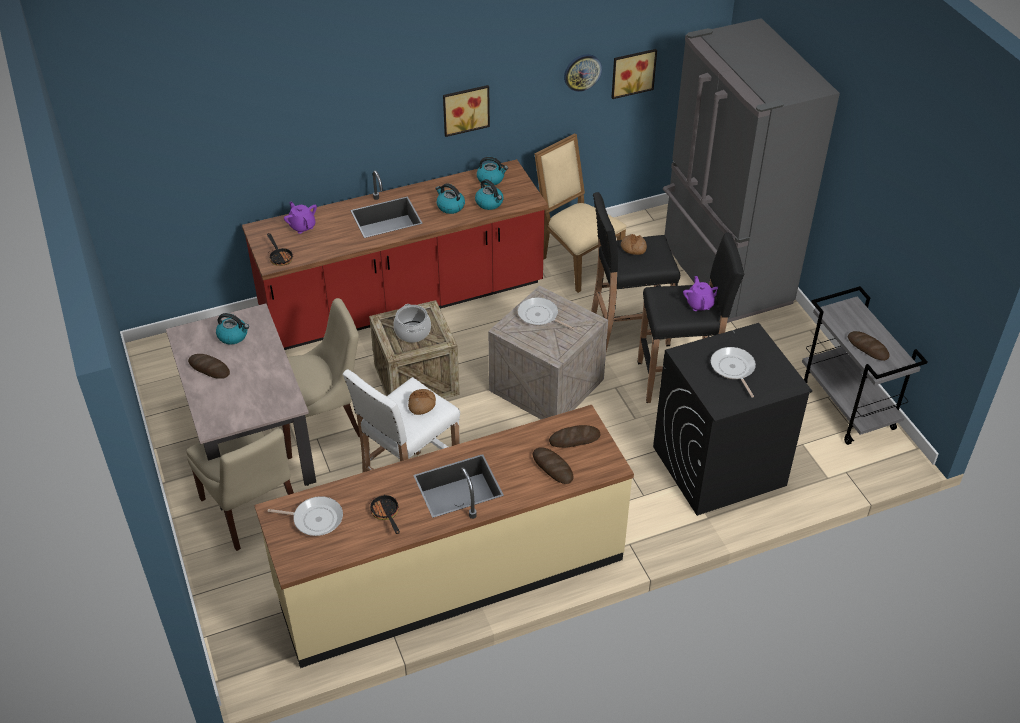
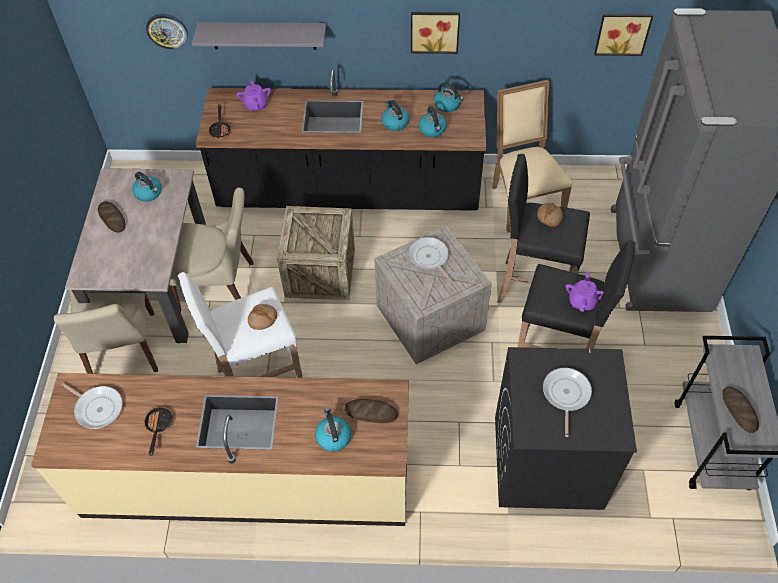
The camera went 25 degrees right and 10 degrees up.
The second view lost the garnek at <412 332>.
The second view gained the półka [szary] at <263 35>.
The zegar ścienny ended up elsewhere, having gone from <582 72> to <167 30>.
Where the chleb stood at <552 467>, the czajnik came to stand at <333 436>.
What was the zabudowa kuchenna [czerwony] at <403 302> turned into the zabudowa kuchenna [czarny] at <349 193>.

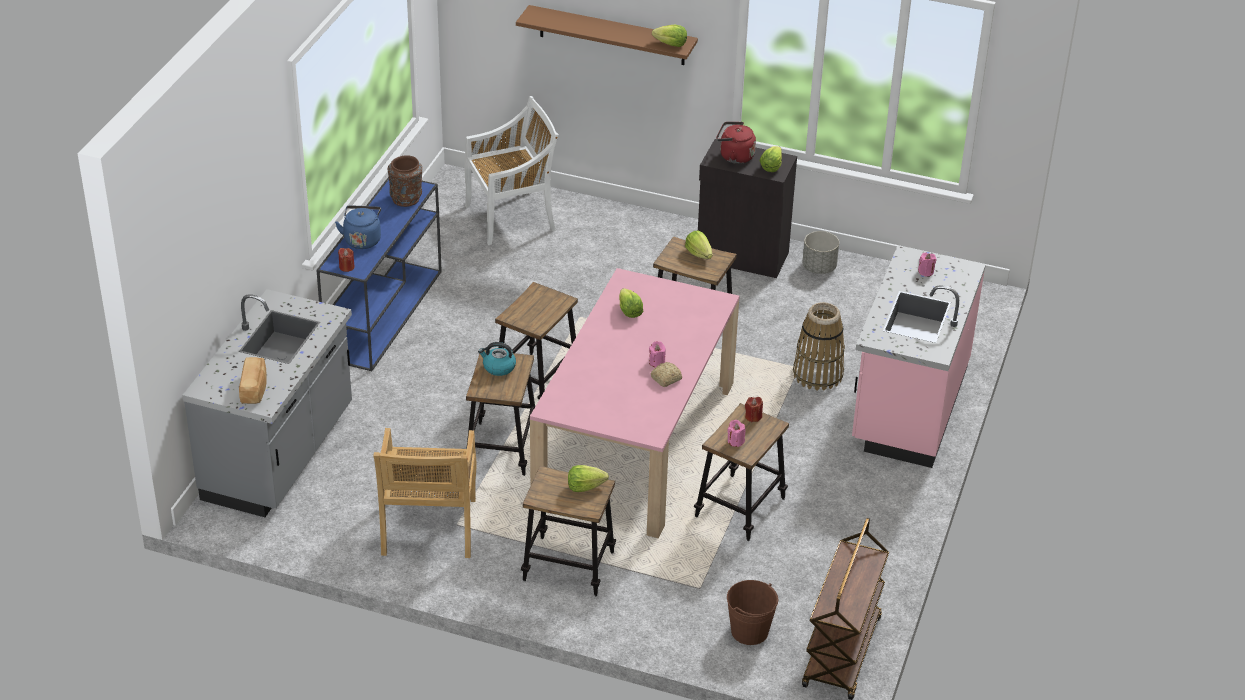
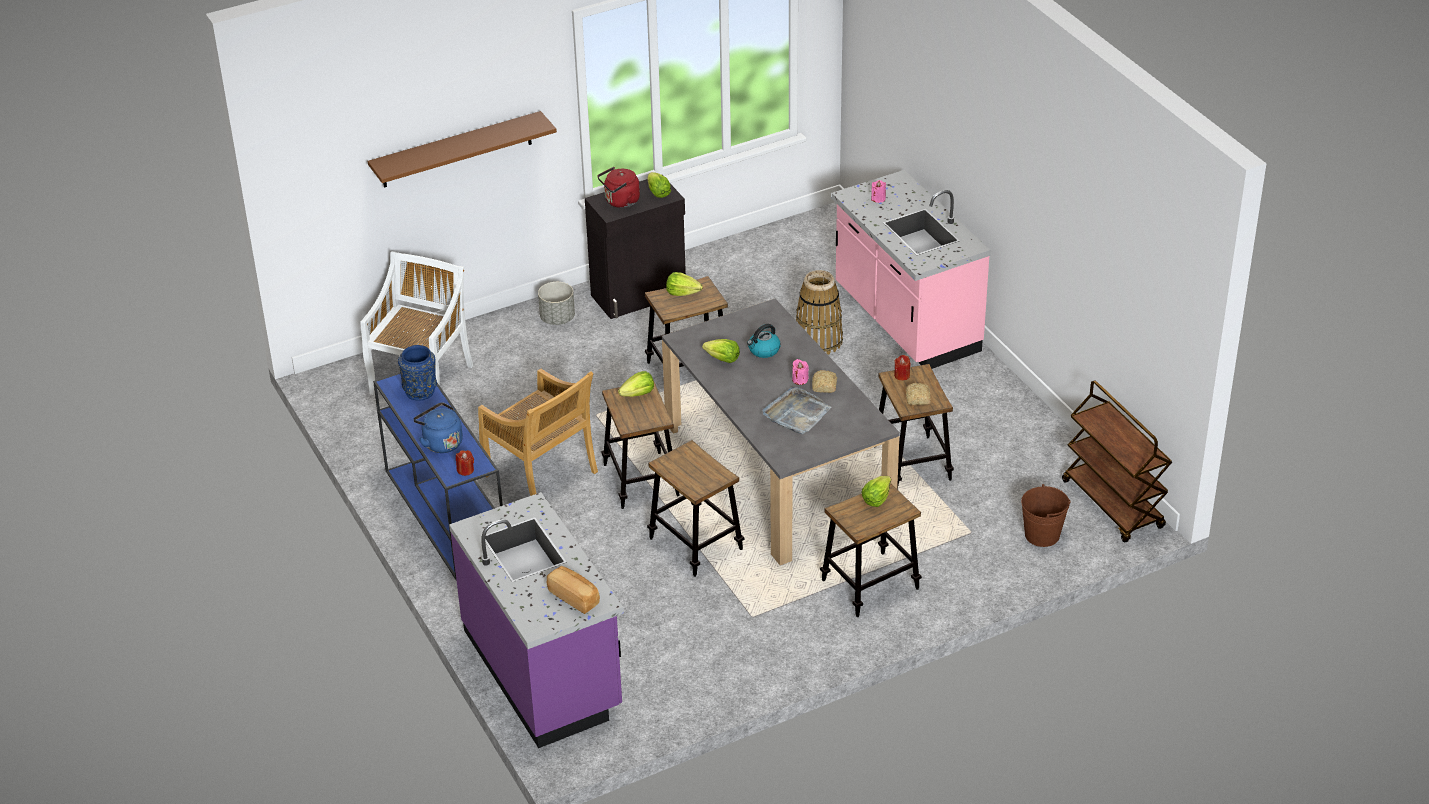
The camera went 45 degrees left and 0 degrees up.
The second view gained the taca [szary] at <796 414>.
The krzesło [beżowy] ended up elsewhere, having gone from <429 529> to <542 475>.
The czajnik ended up elsewhere, having gone from <498 367> to <763 350>.
The sałata ended up elsewhere, having gone from <670 44> to <638 394>.
The donica [szary] ended up elsewhere, having gone from <819 267> to <557 318>.
Where the świeca [różowy] stood at <735 441>, the chleb came to stand at <917 399>.
What was the zabudowa kuchenna [szary] at <280 455> turned into the zabudowa kuchenna [fioletowy] at <544 671>.
What was the wazon [brązowy] at <406 198> turned into the wazon [niebieski] at <420 390>.
What was the stół jadalny [różowy] at <634 443> turned into the stół jadalny [szary] at <777 472>.

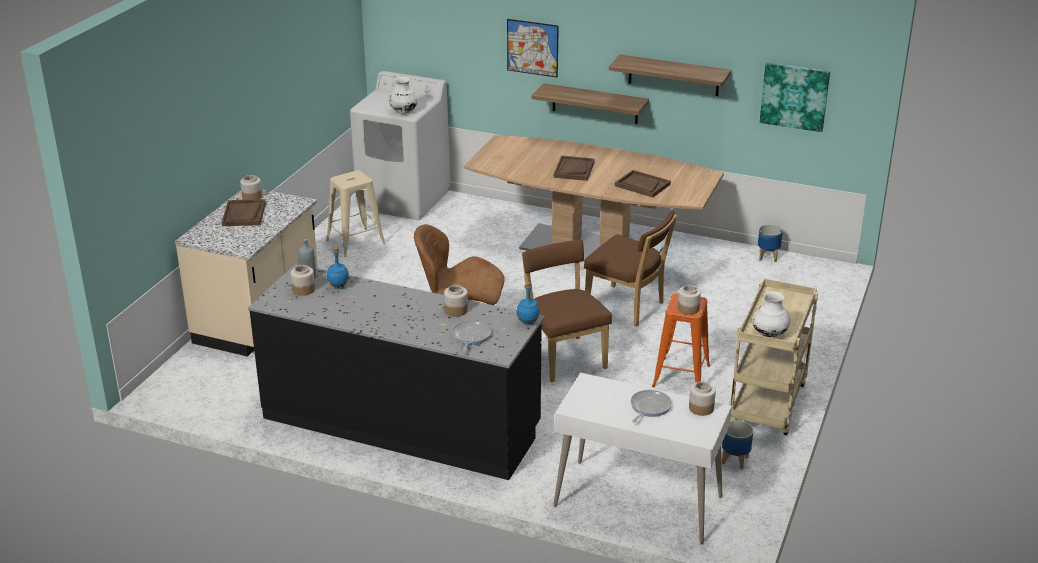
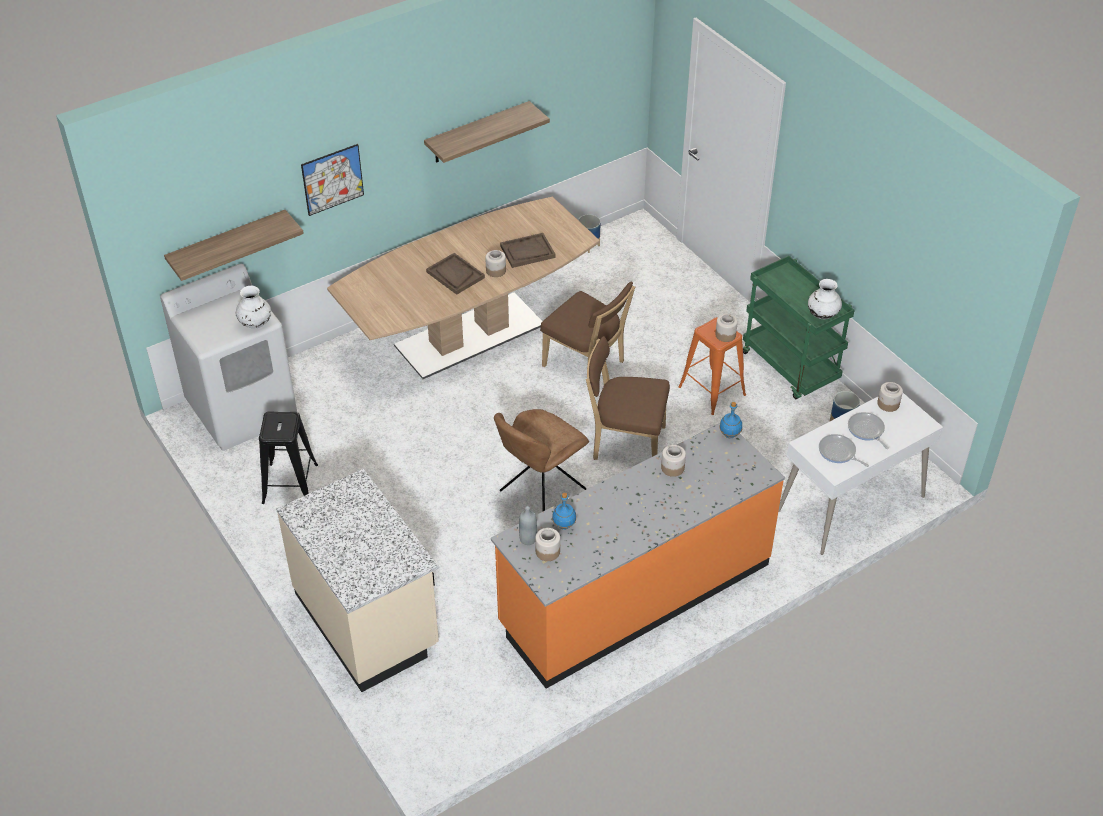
The camera went 55 degrees left and 15 degrees up.
The second view lost the taca [brązowy] at <244 214>.
The second view lost the obraz at <794 96>.
The słoik ended up elsewhere, having gone from <251 197> to <495 271>.
The patelnia ended up elsewhere, having gone from <470 337> to <838 452>.
The półka ended up elsewhere, having gone from <595 103> to <228 244>.
What was the zabudowa kuchenna [czarny] at <401 423> turned into the zabudowa kuchenna [pomarańczowy] at <634 594>.
What was the stołek [beżowy] at <355 242> turned into the stołek [czarny] at <290 484>.
What was the wózek [beżowy] at <768 406> turned into the wózek [zielony] at <791 368>.
The krzesło [brązowy] at <627 308> ended up facing another way, 60 degrees clockwise from before.

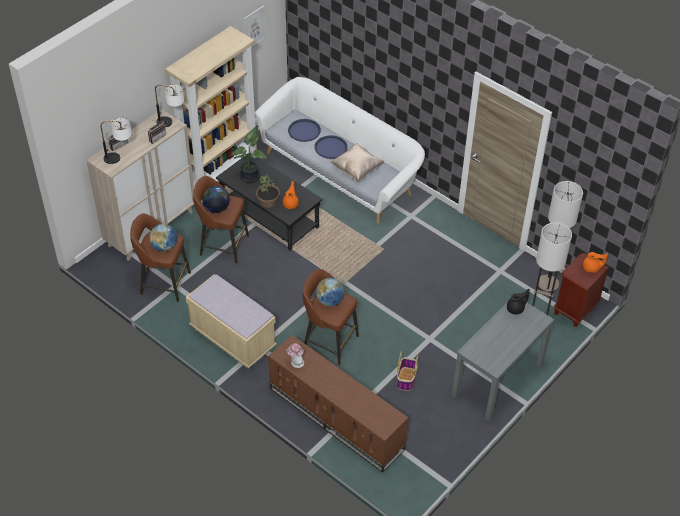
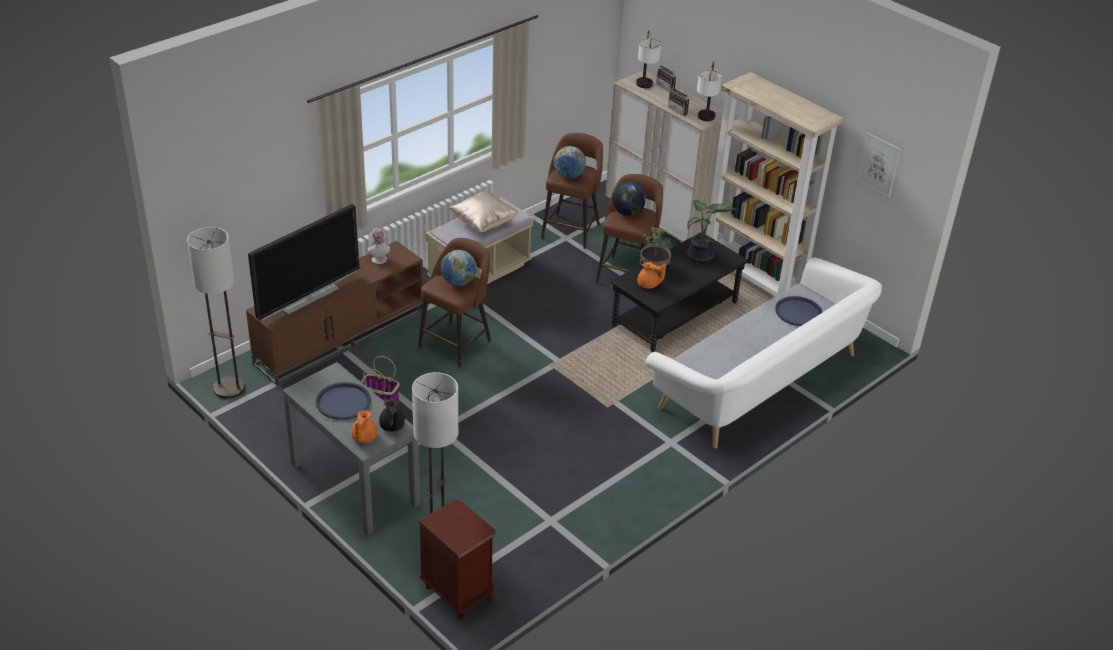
The camera went 95 degrees right and 10 degrees down.
The second view gained the telewizor at <307 297>.
The taca [niebieski] ended up elsewhere, having gone from <330 147> to <343 402>.
The poduszka [beżowy] ended up elsewhere, having gone from <356 170> to <483 223>.
The lampa stojąca ended up elsewhere, having gone from <548 284> to <229 388>.
The imbryk [pomarańczowy] ended up elsewhere, having gone from <592 268> to <363 437>.

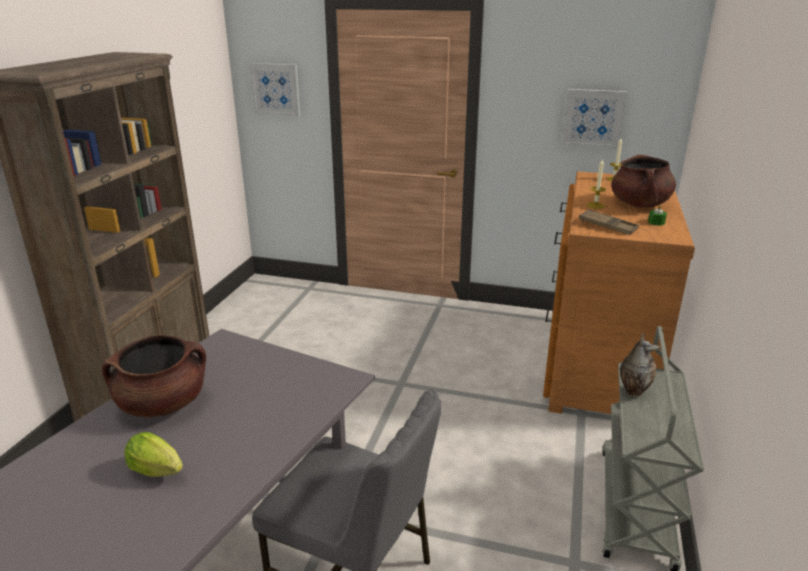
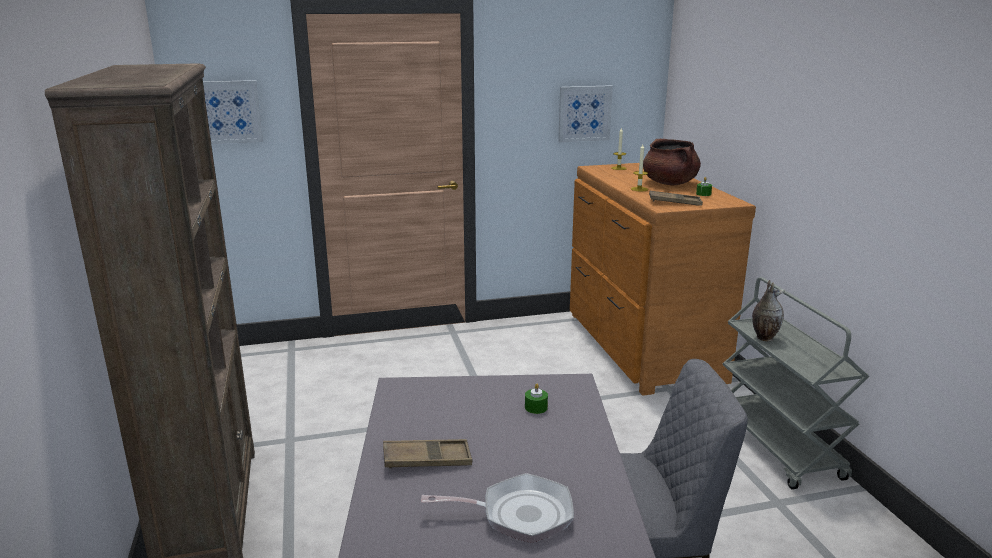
The camera went 30 degrees left and 5 degrees down.
The second view gained the świeca [zielony] at <536 407>.
Where the garnek [brązowy] stood at <163 404>, the taca [brązowy] came to stand at <427 459>.
Where the sałata stood at <159 472>, the patelnia came to stand at <519 514>.

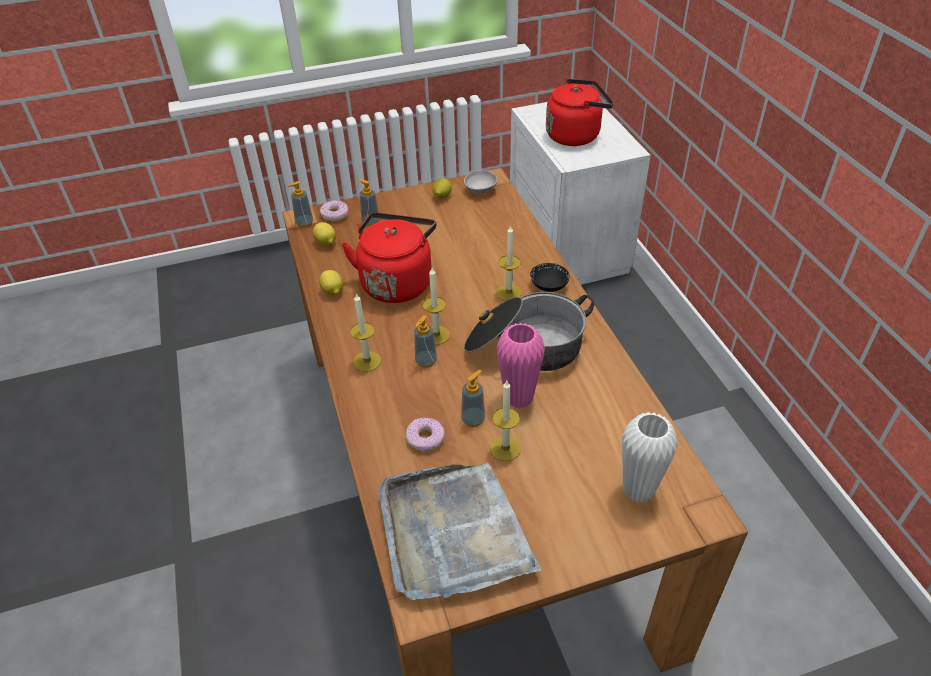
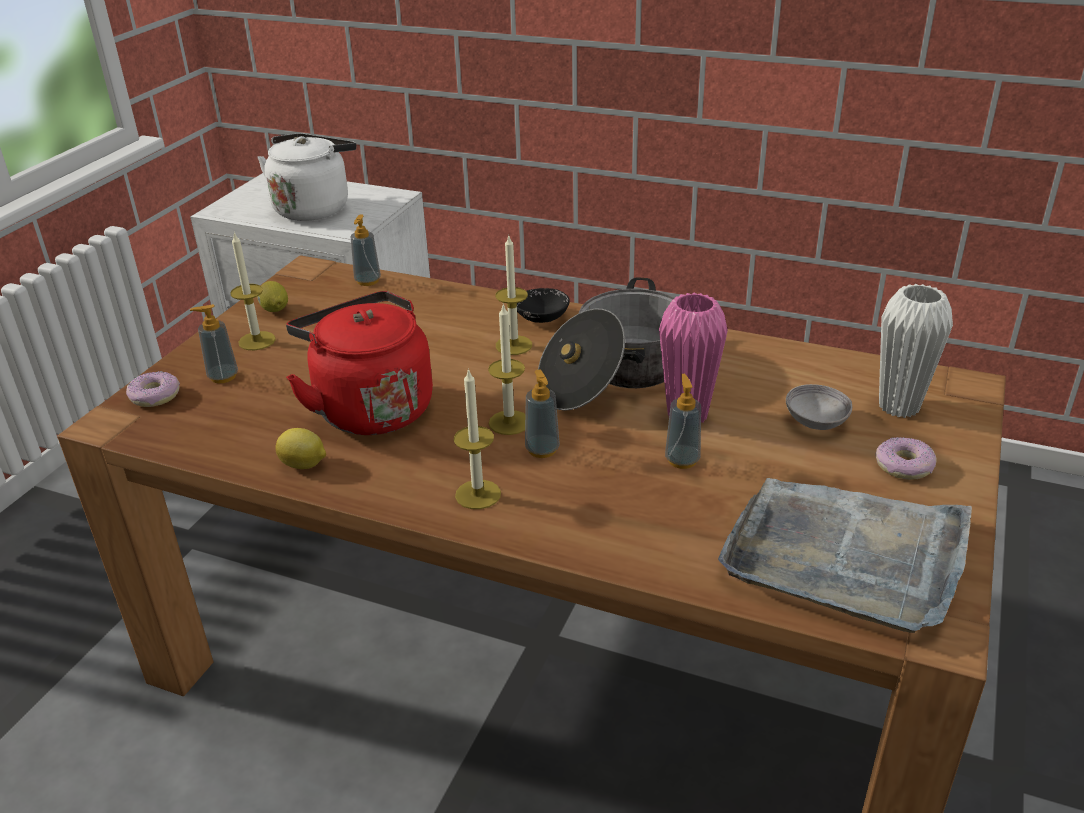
The camera went 50 degrees left and 10 degrees down.
The second view lost the cytryna at <326 243>.
The dozownik mydła ended up elsewhere, having gone from <304 223> to <368 281>.
The donut ended up elsewhere, having gone from <425 439> to <904 466>.
The miska [szary] ended up elsewhere, having gone from <480 190> to <816 422>.
The świeca ended up elsewhere, having gone from <505 448> to <257 341>.
What was the czajnik [czerwony] at <576 135> turned into the czajnik [biały] at <314 208>.

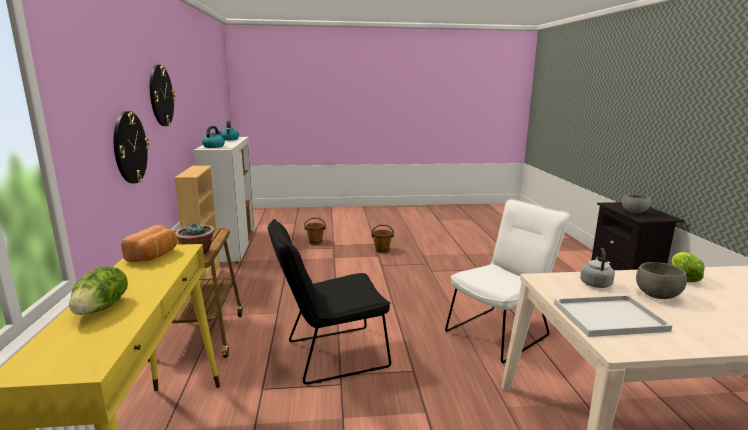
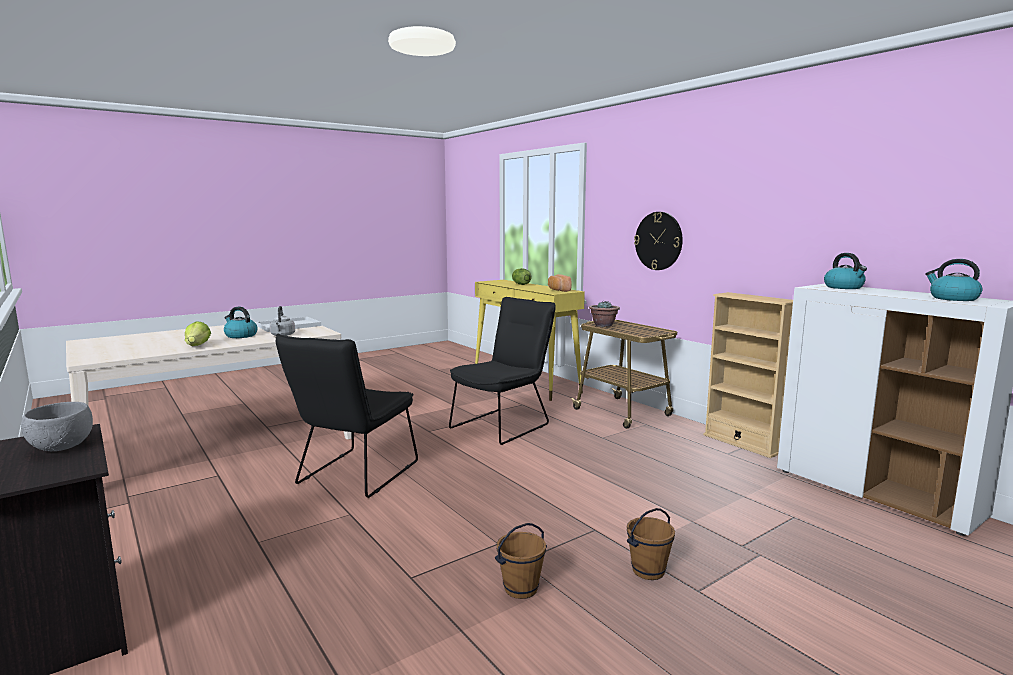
The camera went 150 degrees right and 5 degrees down.
The second view lost the zegar ścienny at <161 96>.
The wiadro [brązowy] ended up elsewhere, having gone from <315 242> to <521 589>.
Where the miska [szary] stood at <657 295>, the czajnik came to stand at <240 335>.
What was the krzesło [biały] at <501 331> turned into the krzesło [czarny] at <353 476>.

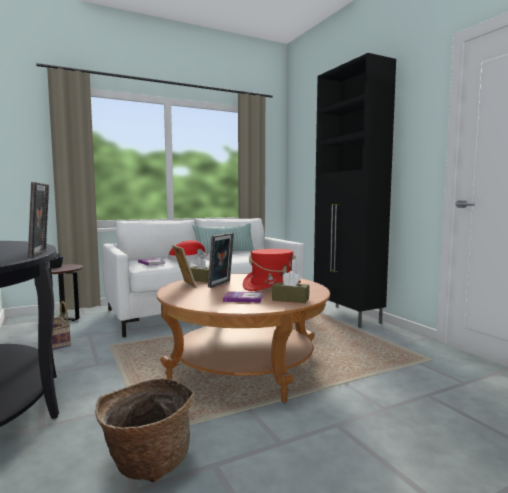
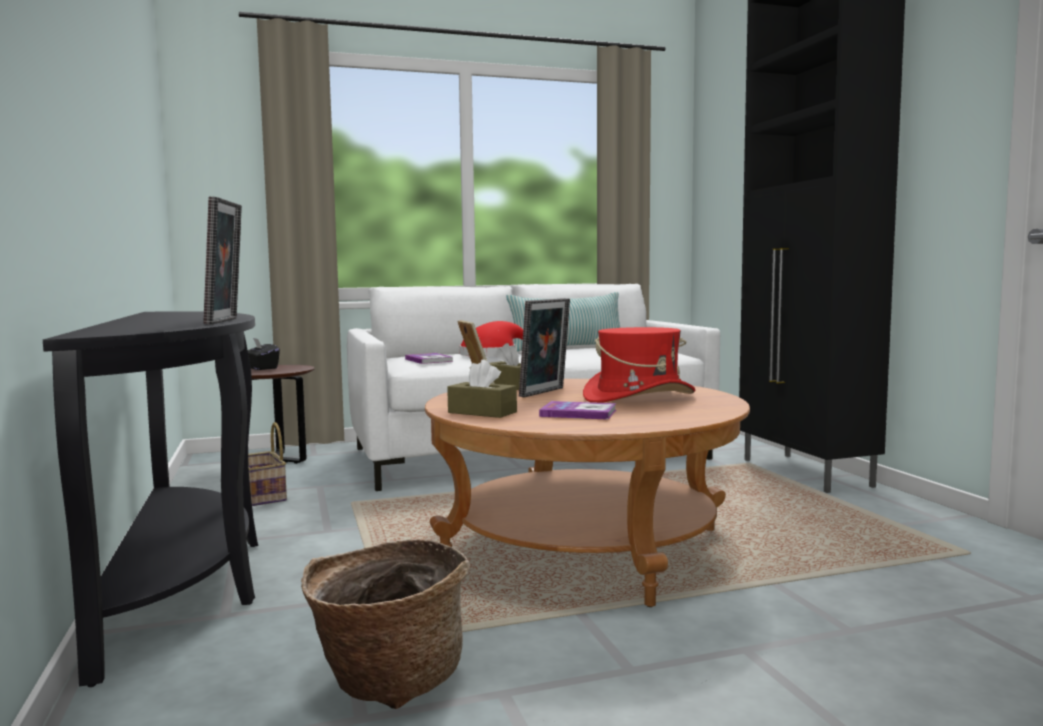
The camera went 10 degrees right and 0 degrees up.
The pudełko chusteczek [brązowy] ended up elsewhere, having gone from <290 299> to <482 412>.

